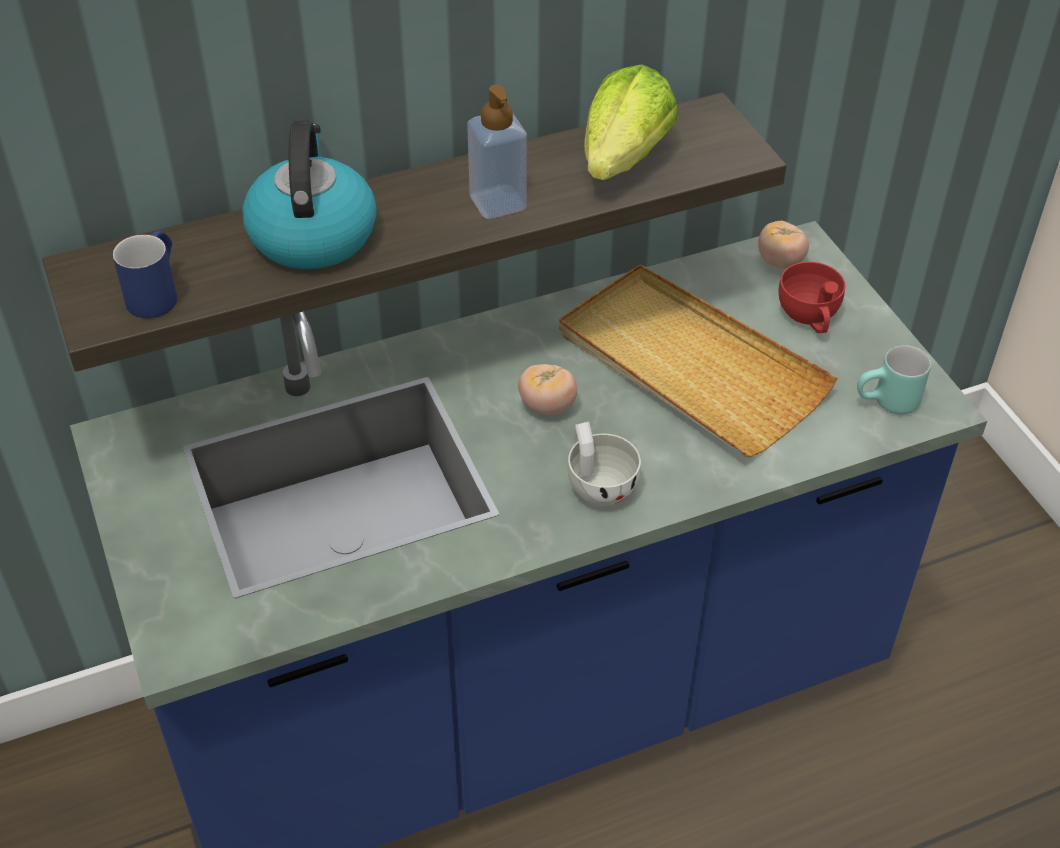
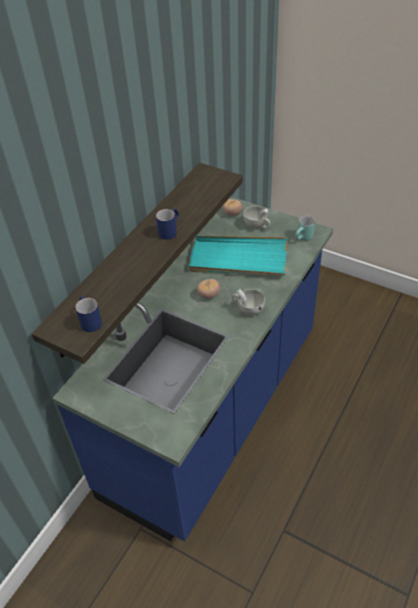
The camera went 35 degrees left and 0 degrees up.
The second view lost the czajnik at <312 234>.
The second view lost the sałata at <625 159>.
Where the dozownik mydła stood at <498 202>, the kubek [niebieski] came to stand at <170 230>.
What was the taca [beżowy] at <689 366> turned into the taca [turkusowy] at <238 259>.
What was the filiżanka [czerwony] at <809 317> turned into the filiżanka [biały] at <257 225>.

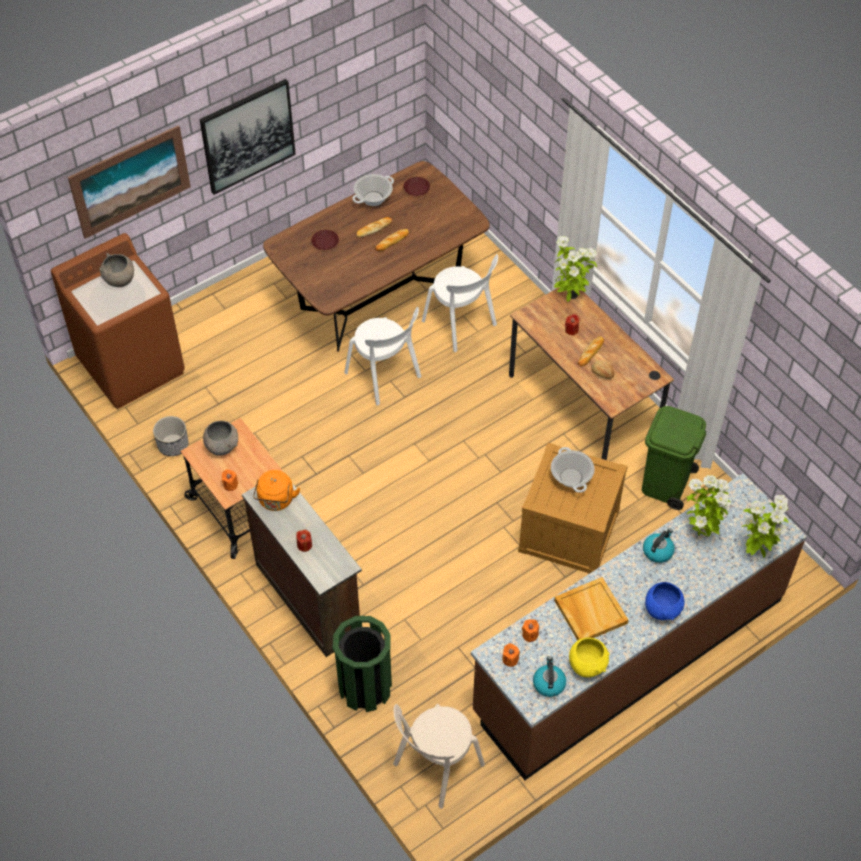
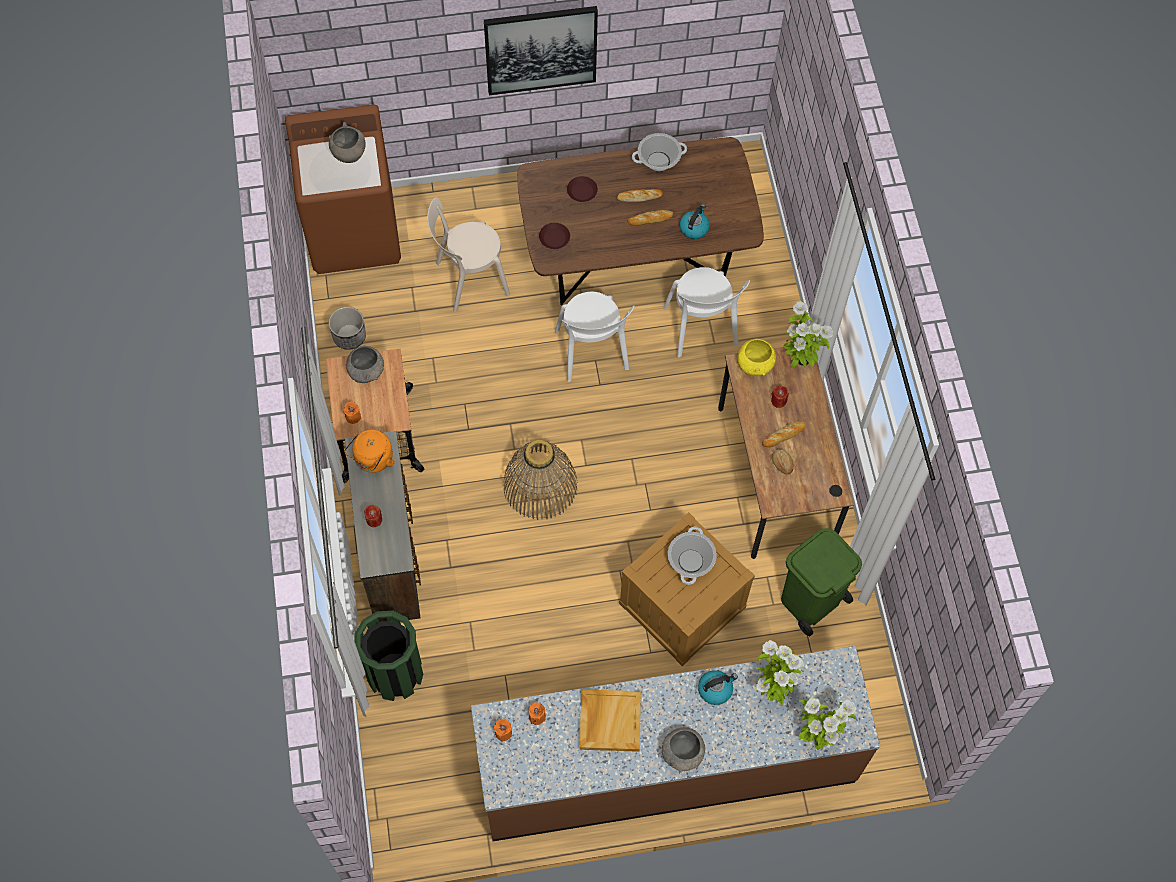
The camera went 25 degrees right and 10 degrees up.
The second view lost the obraz at <130 181>.
The second view gained the koszyk at <540 485>.
The krzesło [beżowy] ended up elsewhere, having gone from <435 767> to <468 280>.
The talerz [brązowy] ended up elsewhere, having gone from <416 189> to <554 238>.
The czajnik ended up elsewhere, having gone from <548 683> to <694 228>.
The miska [żółty] ended up elsewhere, having gone from <587 665> to <755 365>.
What was the miska [niebieski] at <662 610> turned into the miska [szary] at <682 754>.

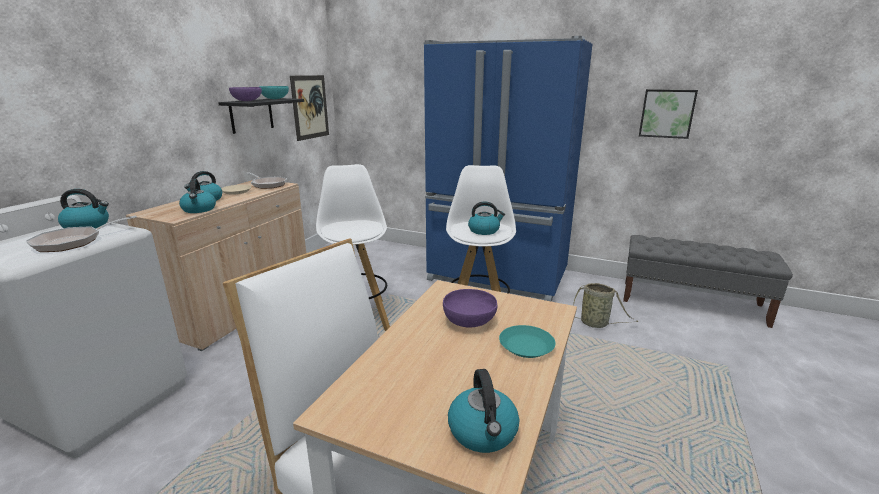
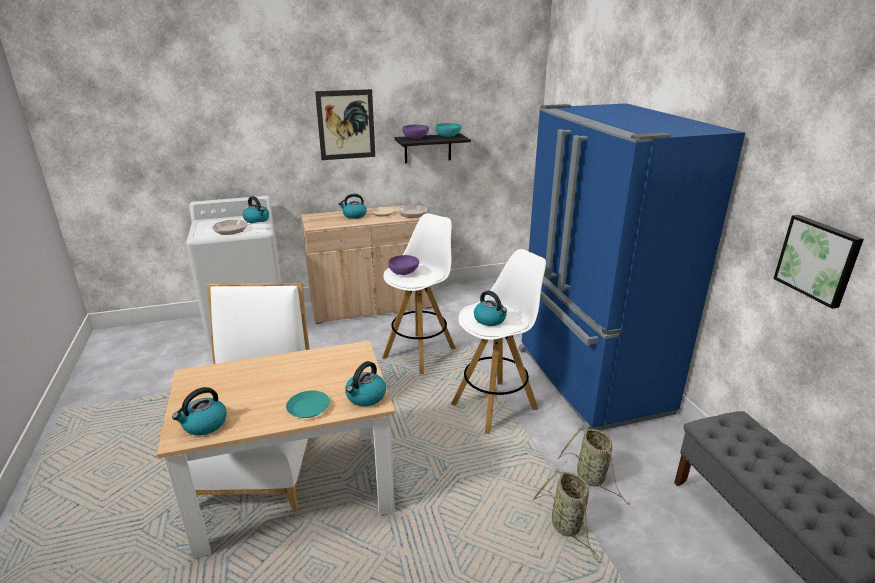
The camera went 50 degrees right and 5 degrees up.
The second view gained the koszyk at <567 527>.
The czajnik ended up elsewhere, having gone from <199 209> to <365 397>.
The obraz ended up elsewhere, having gone from <310 107> to <346 125>.
The miska [fioletowy] ended up elsewhere, having gone from <469 320> to <404 272>.

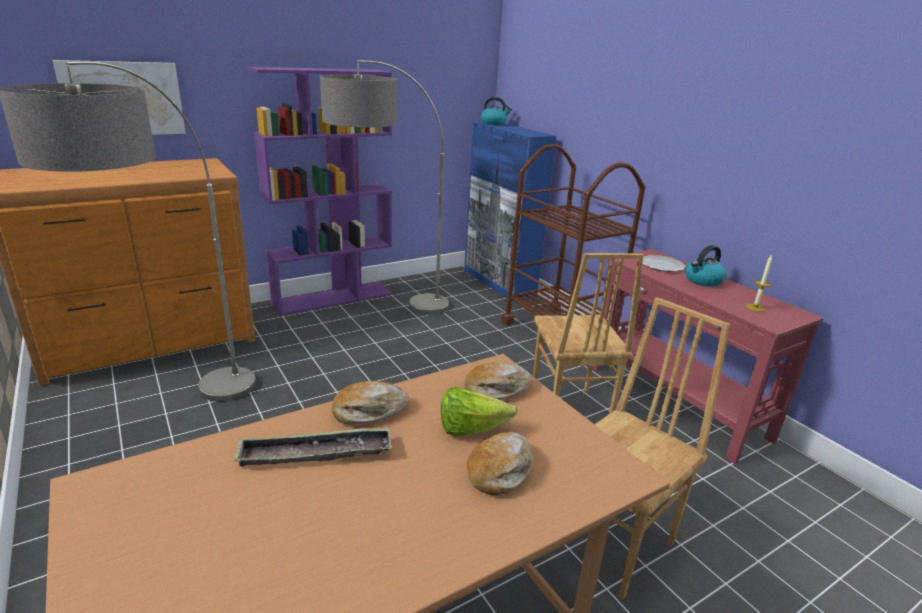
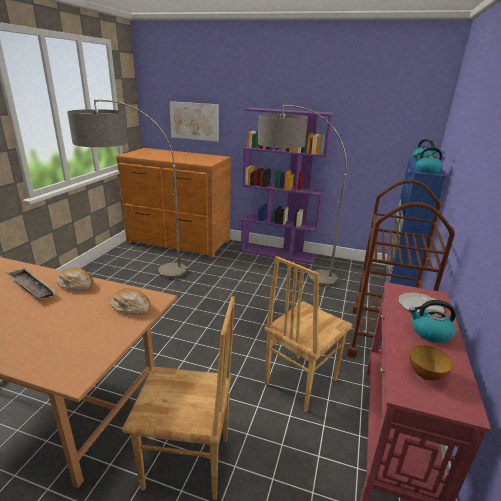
The camera went 50 degrees right and 0 degrees up.
The second view lost the sałata at <470 429>.
The second view lost the chleb at <500 470>.
The second view gained the czajnik at <426 171>.
Where the świeca stood at <755 307>, the miska came to stand at <425 375>.

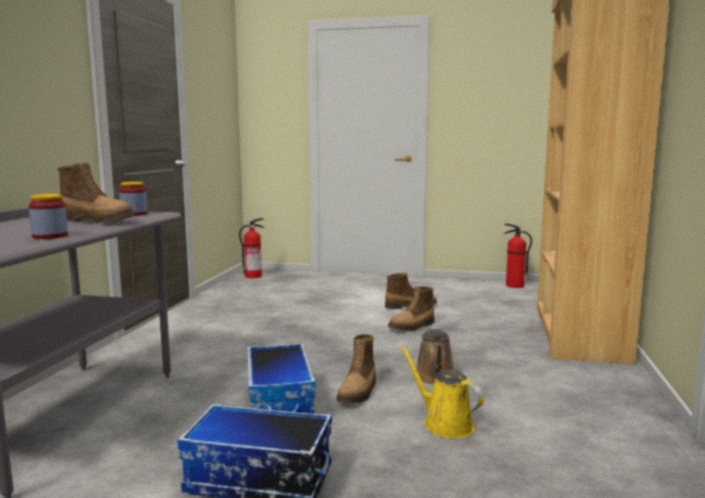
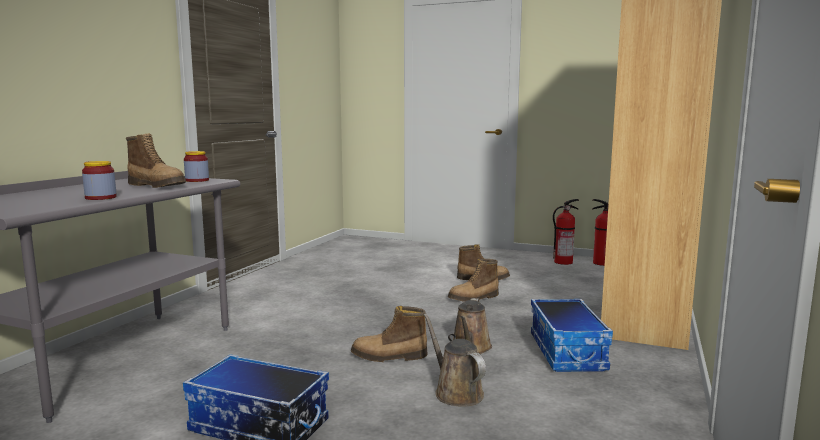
The camera went 10 degrees right and 0 degrees up.
The gaśnica ended up elsewhere, having gone from <254 276> to <563 262>.
The pojemnik do przechowywania ended up elsewhere, having gone from <281 405> to <568 352>.
What was the konewka [żółty] at <444 424> turned into the konewka [brązowy] at <456 392>.
The but z cholewką at <358 393> ended up facing another way, 60 degrees clockwise from before.

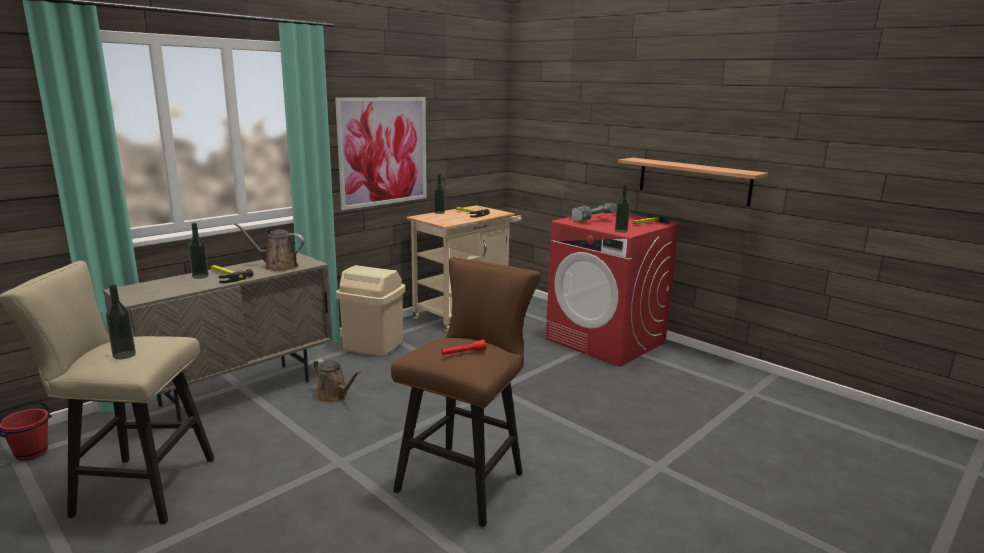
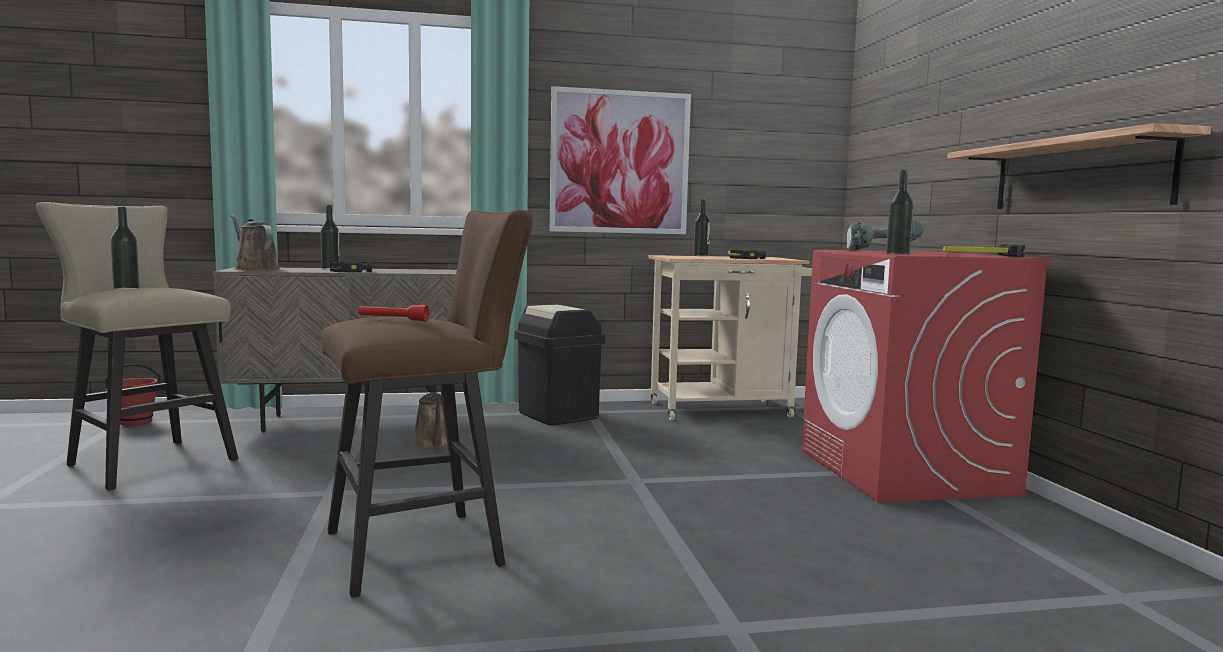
The camera went 35 degrees right and 10 degrees down.
The konewka [brązowy] ended up elsewhere, having gone from <278 266> to <254 269>.
What was the kosz na śmieci [beżowy] at <373 346> turned into the kosz na śmieci [czarny] at <557 415>.

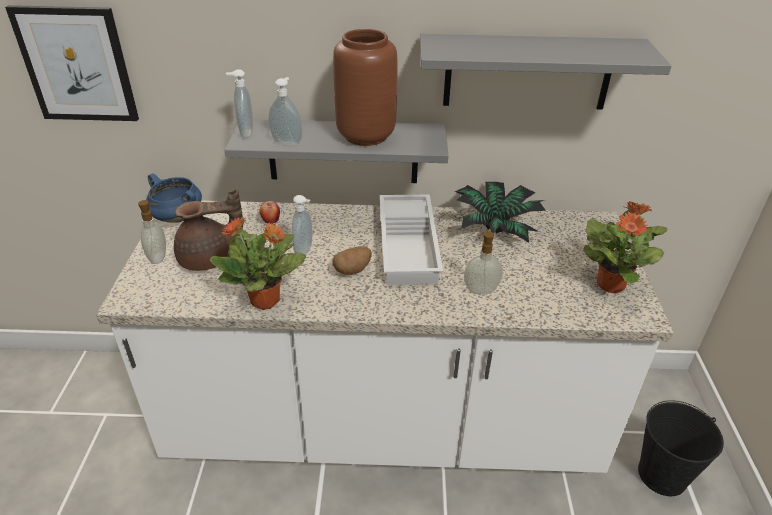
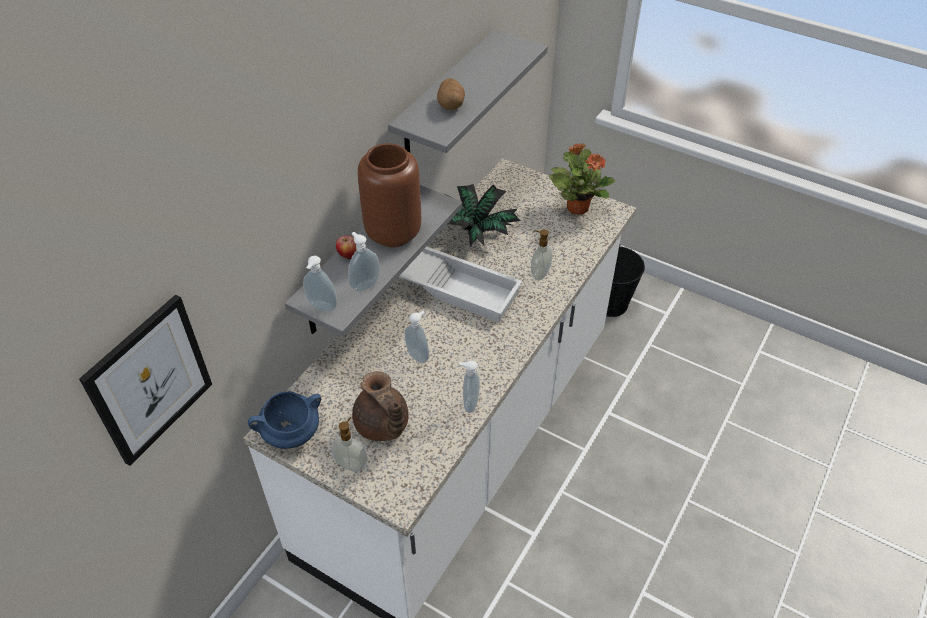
The camera went 60 degrees left and 10 degrees up.
The jabłko ended up elsewhere, having gone from <270 221> to <348 256>.
The ziemniak ended up elsewhere, having gone from <352 270> to <450 104>.
Where the roślina doniczkowa stood at <266 301>, the dozownik mydła came to stand at <469 403>.
The imbryk [brązowy] at <209 259> ended up facing another way, 135 degrees clockwise from before.

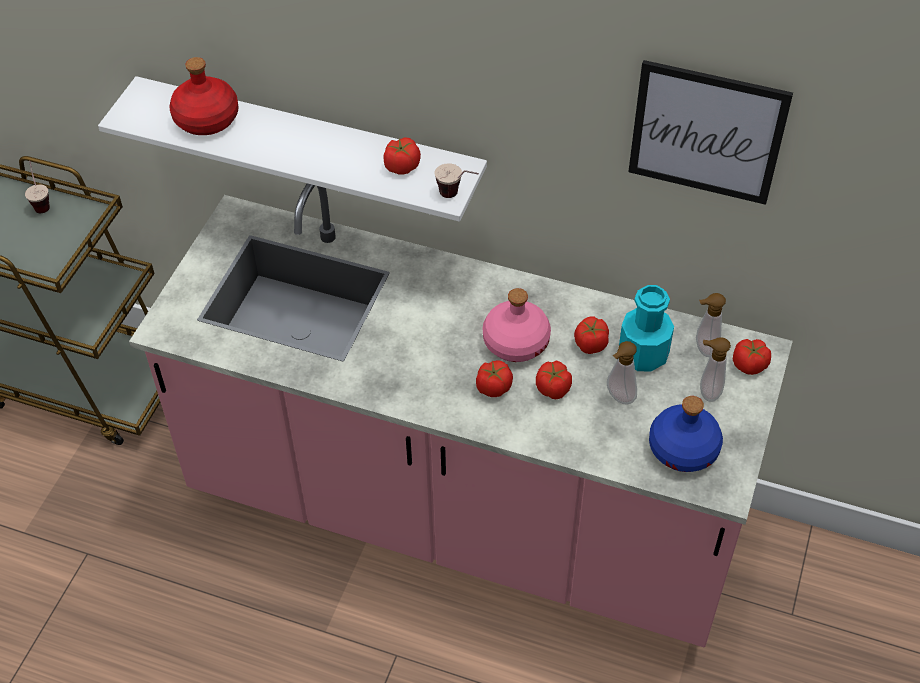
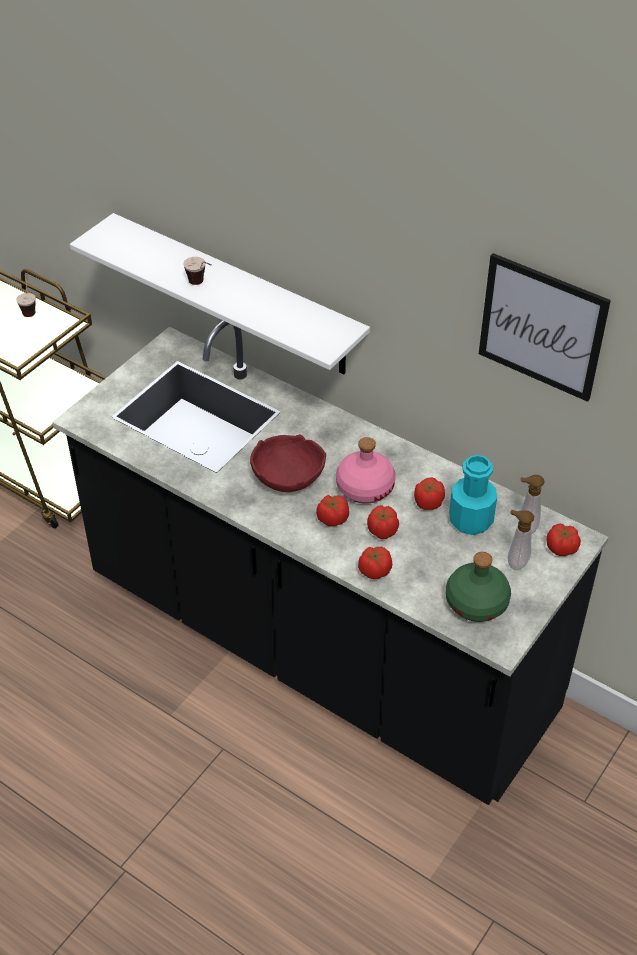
The camera went 15 degrees right and 5 degrees down.
The second view lost the butelka [czerwony] at <206 119>.
The second view lost the dozownik mydła at <618 398>.
The second view gained the miska [czerwony] at <287 477>.
The pomidor ended up elsewhere, having gone from <402 166> to <374 571>.
The filiżanka ended up elsewhere, having gone from <457 196> to <201 285>.
What was the zabudowa kuchenna [różowy] at <462 514> turned into the zabudowa kuchenna [czarny] at <318 648>.
What was the butelka [niebieski] at <683 449> turned into the butelka [zielony] at <477 603>.

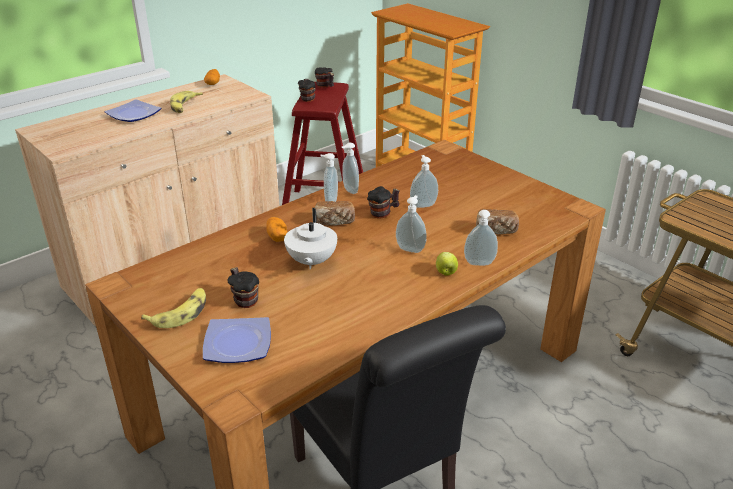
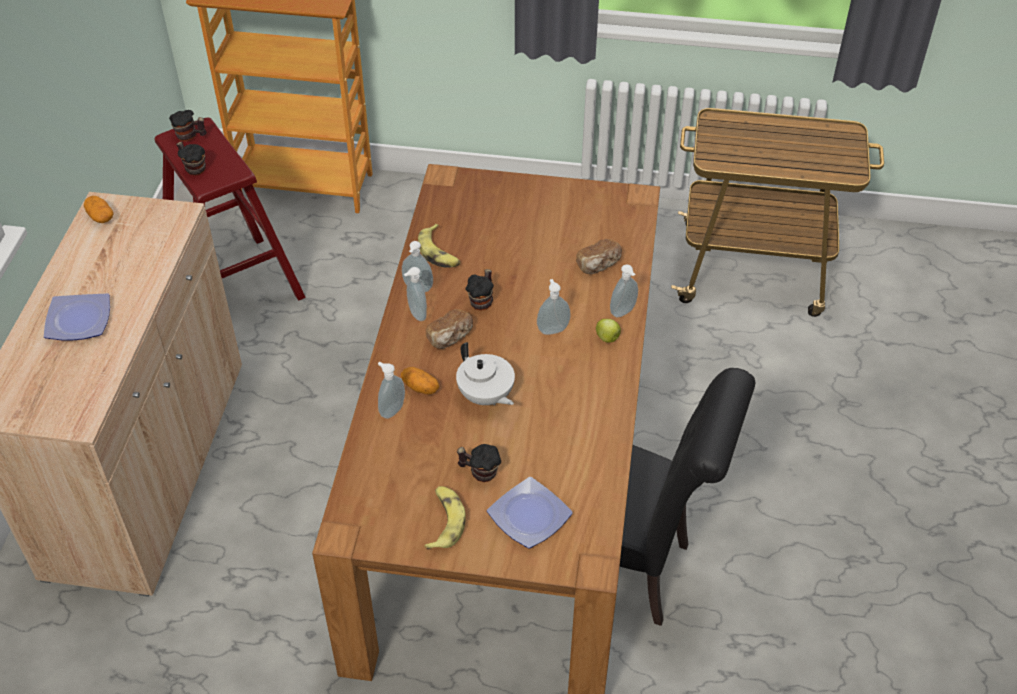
The camera went 40 degrees left and 15 degrees up.
The banan ended up elsewhere, having gone from <185 106> to <439 252>.
The dozownik mydła ended up elsewhere, having gone from <423 205> to <391 410>.

